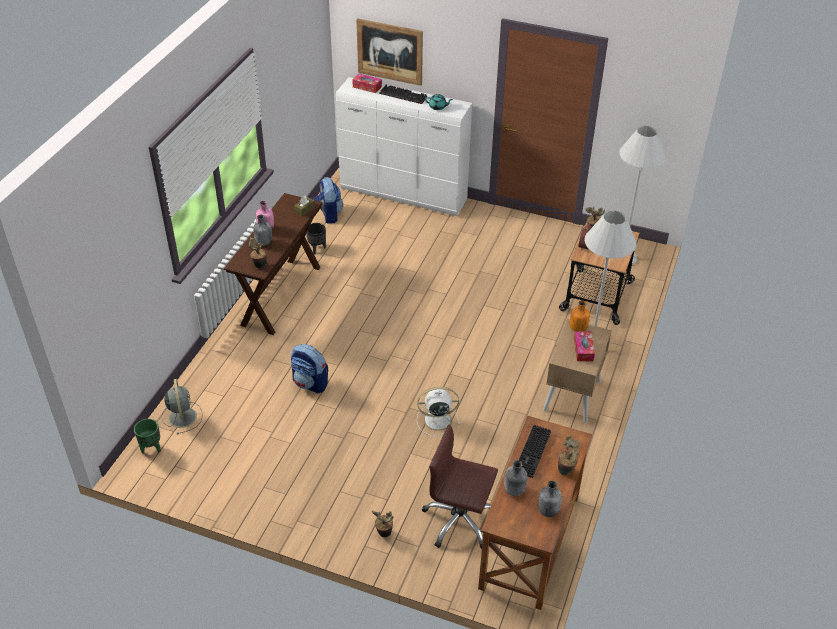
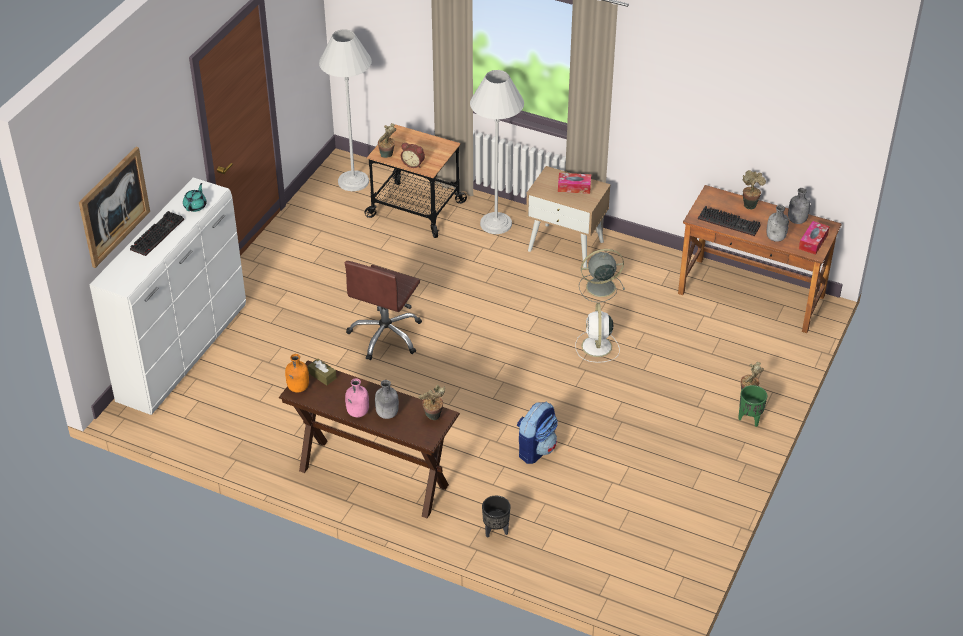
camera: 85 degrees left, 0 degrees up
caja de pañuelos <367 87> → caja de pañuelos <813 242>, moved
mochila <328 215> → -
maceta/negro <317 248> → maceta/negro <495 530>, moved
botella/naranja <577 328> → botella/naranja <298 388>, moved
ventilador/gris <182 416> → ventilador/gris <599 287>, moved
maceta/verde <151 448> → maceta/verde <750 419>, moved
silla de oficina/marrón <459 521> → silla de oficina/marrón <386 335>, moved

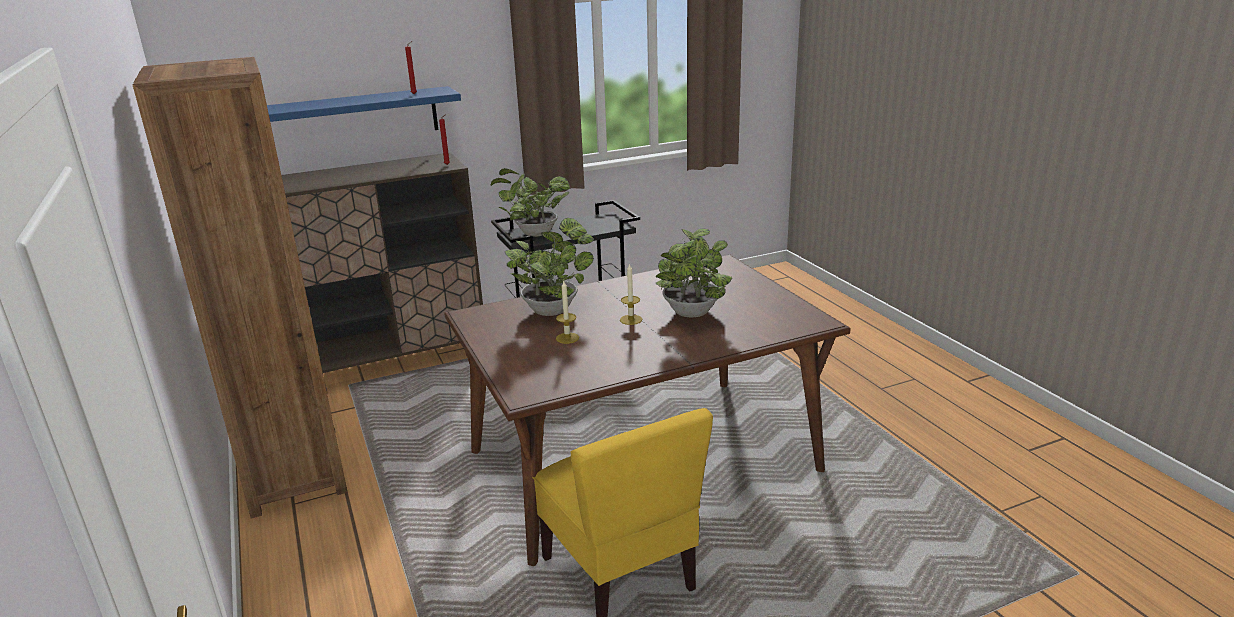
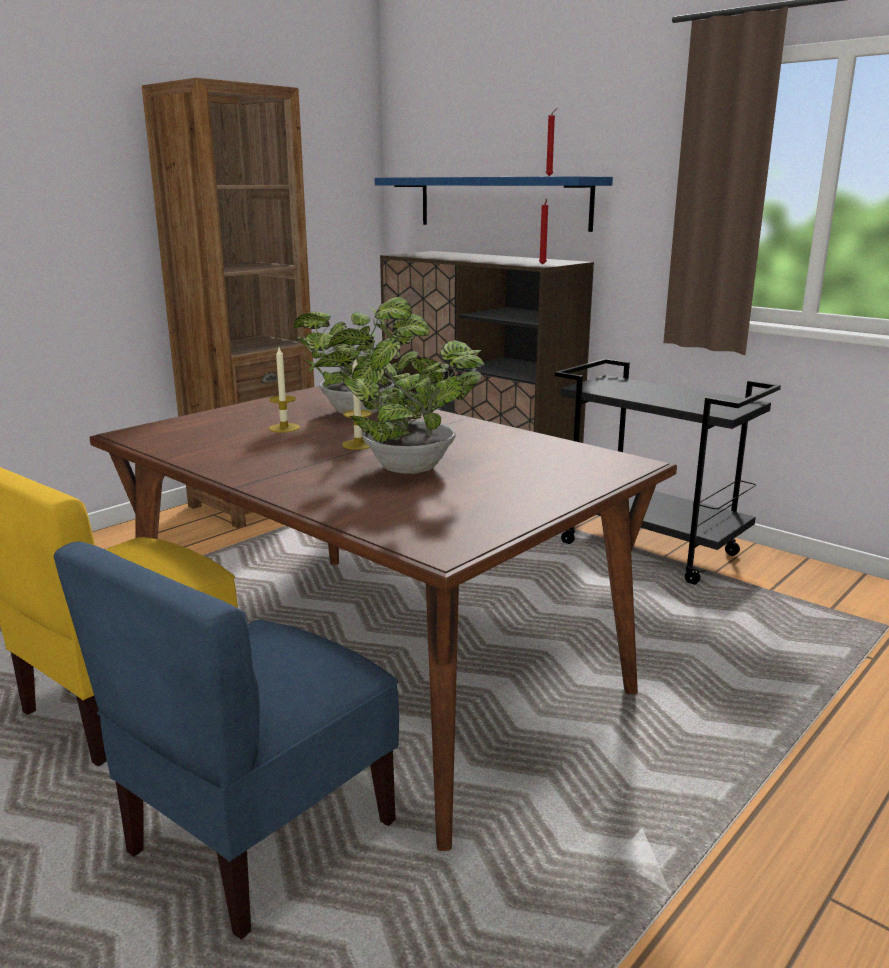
camera: 65 degrees right, 5 degrees down
planta en maceta <533 233> → -
- → silla/azul <259 836>

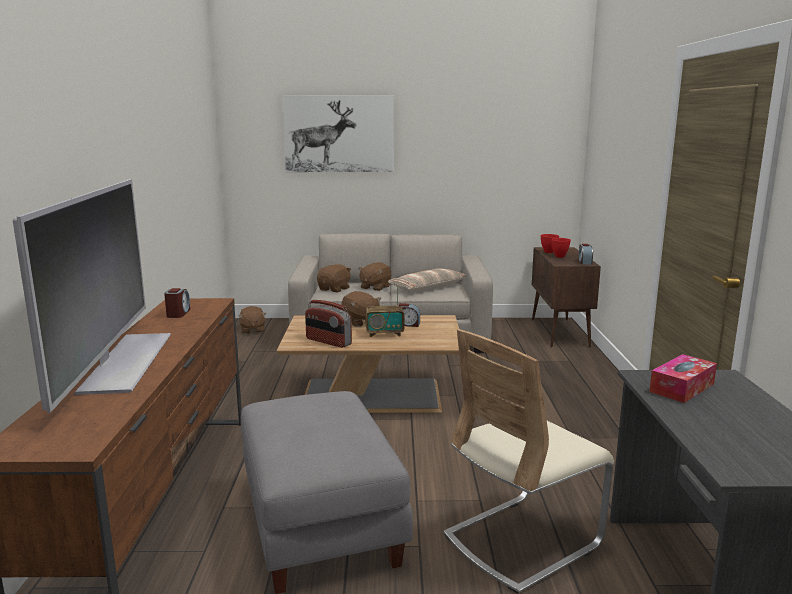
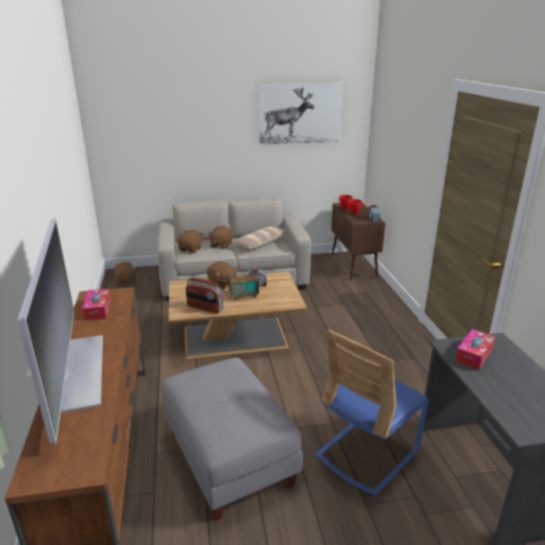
camera: 10 degrees left, 10 degrees up
cuadro <338 134> → cuadro <300 113>, moved
despertador <178 313> → caja de pañuelos <97 309>
silla/beis <522 540> → silla/azul <367 453>

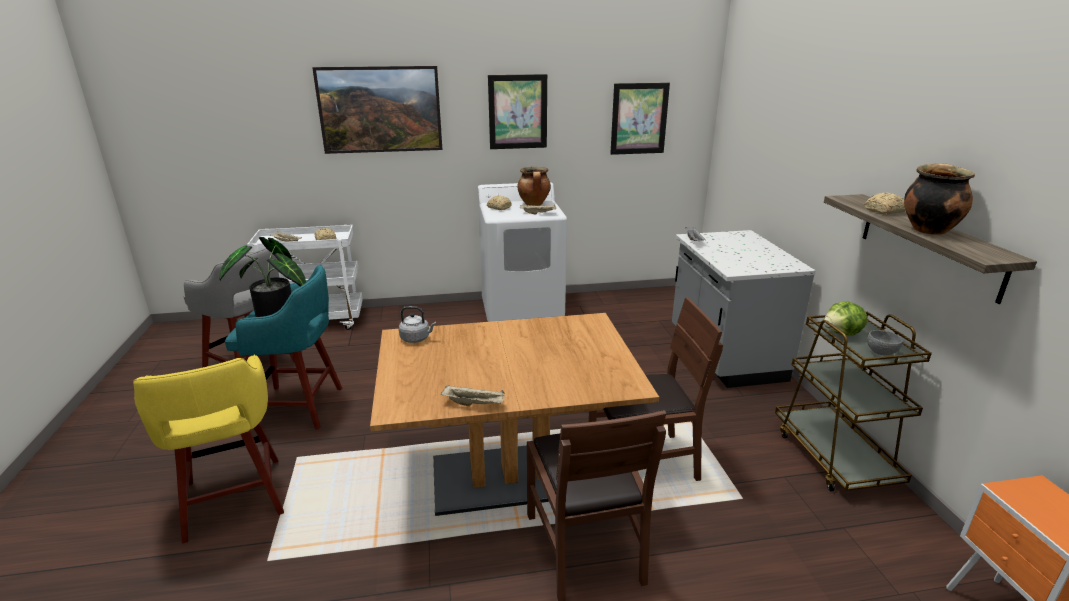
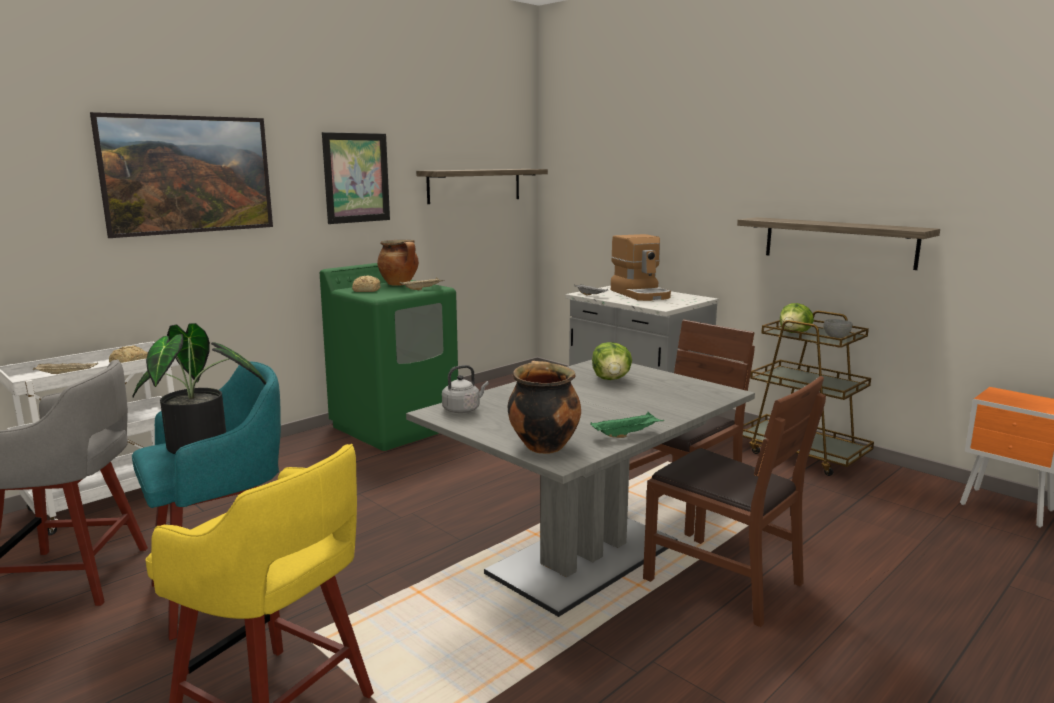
camera: 35 degrees left, 10 degrees down
cuadro <639 119> → estante <474 185>
olla <928 230> → olla <543 446>, moved
lavadora/blanco <522 314> → lavadora/verde <395 426>
pan <883 211> → -
mesa de comedor/marrón <509 477> → mesa de comedor/gris <584 559>
bandeja/beis <475 404> → bandeja/verde <626 434>
- → cafetera <641 294>
- → lechuga <611 379>

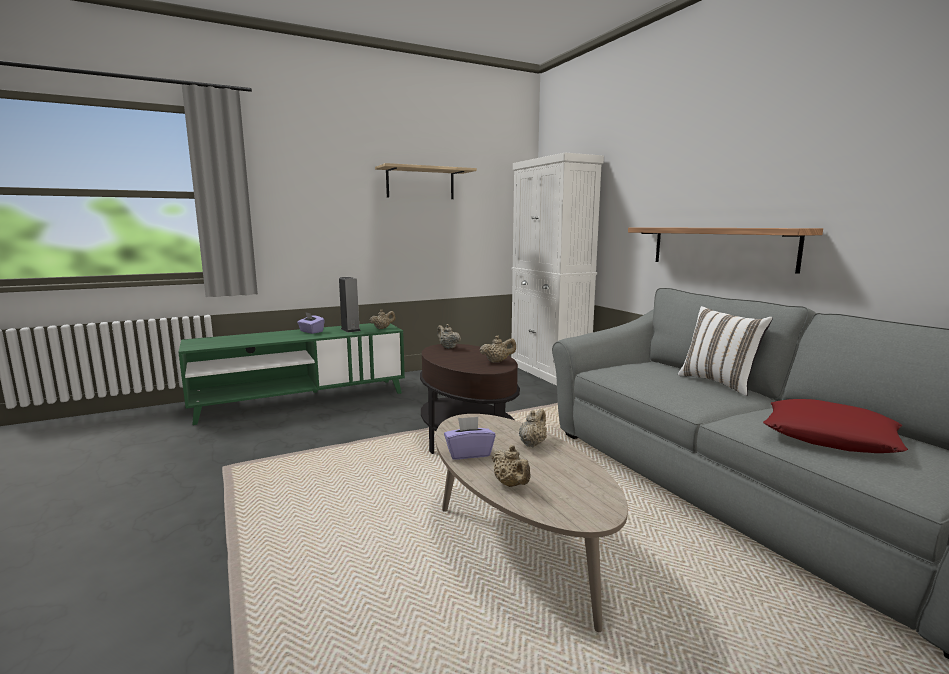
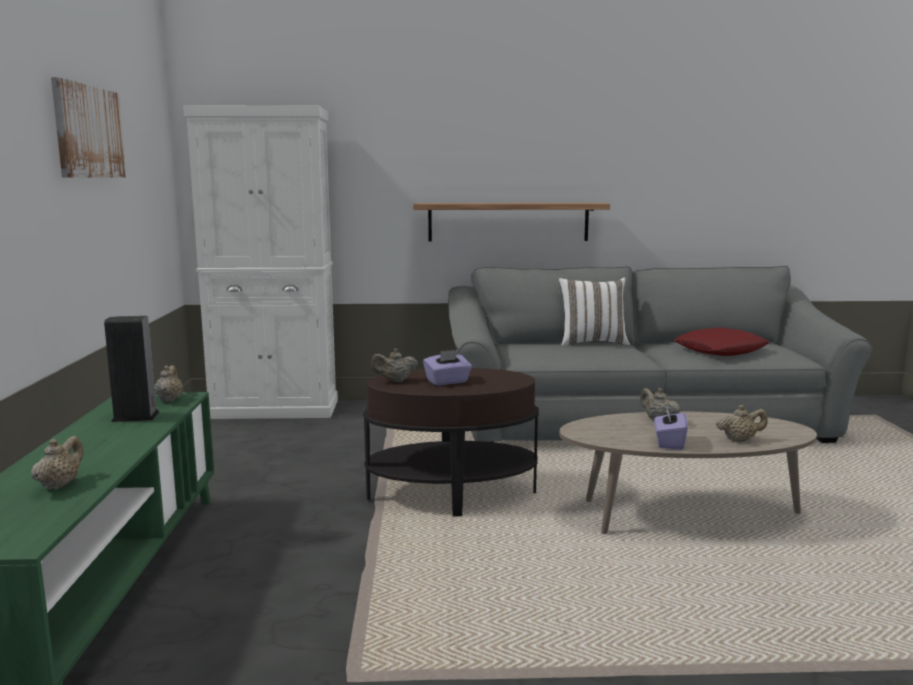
camera: 65 degrees left, 0 degrees up
estante <420 183> → cuadro <88 132>
caja de pañuelos/morado <311 331> → caja de pañuelos/morado <447 382>, moved
tetera/beis <497 361> → tetera/beis <60 485>, moved

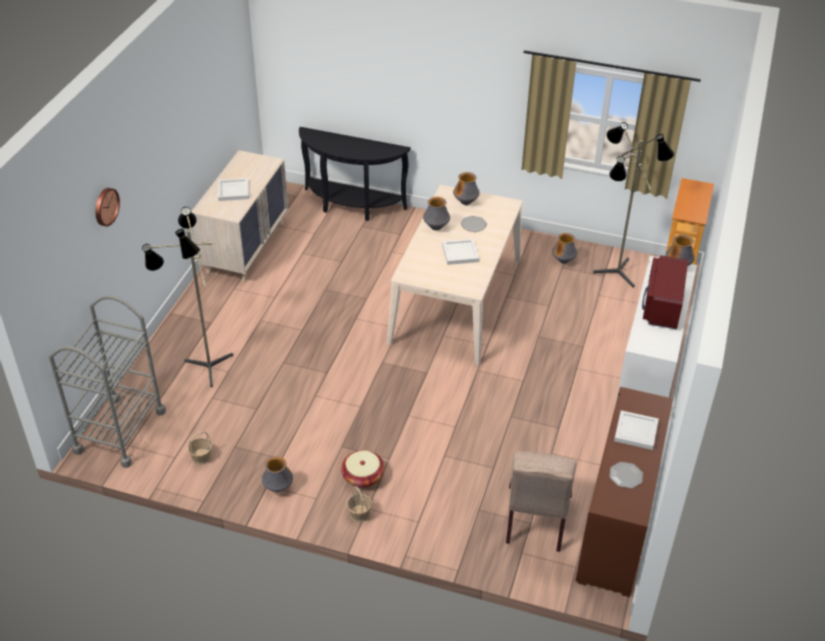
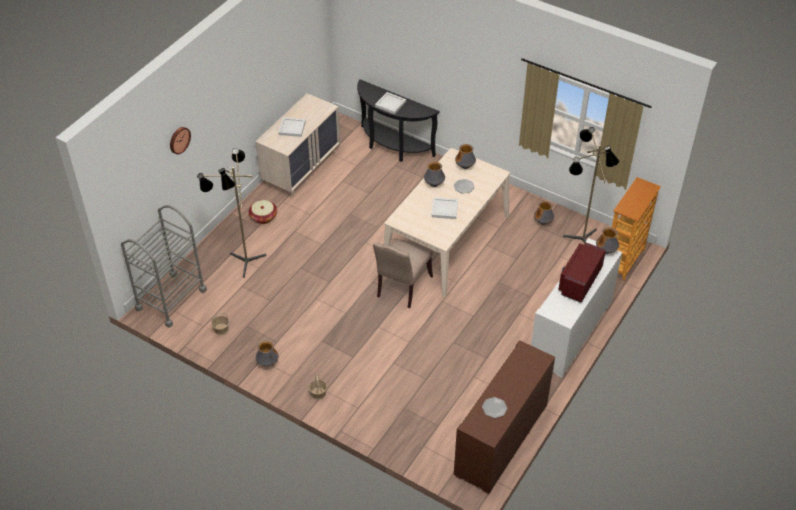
camera: 15 degrees right, 5 degrees up
bandeja/blanco <635 431> → bandeja/blanco <390 104>, moved
cesta <363 477> → cesta <263 217>, moved
silla/beis <536 522> → silla/beis <402 287>, moved

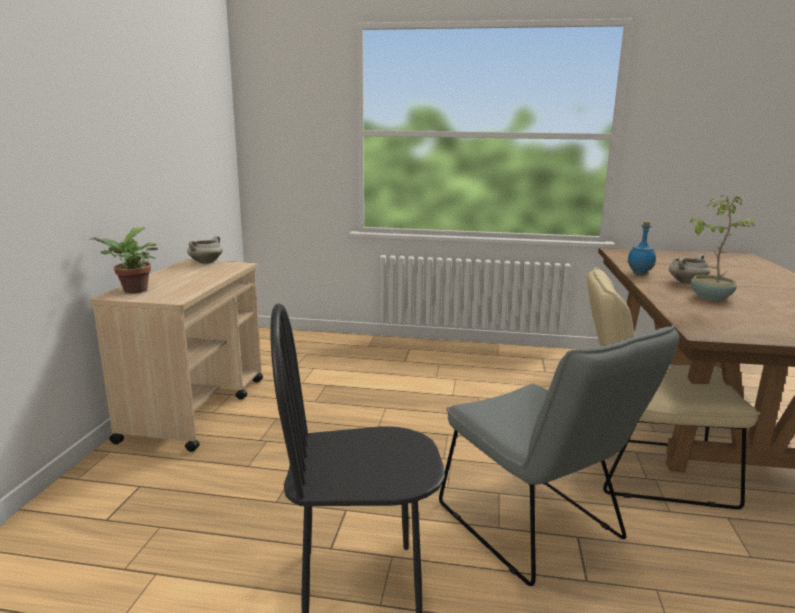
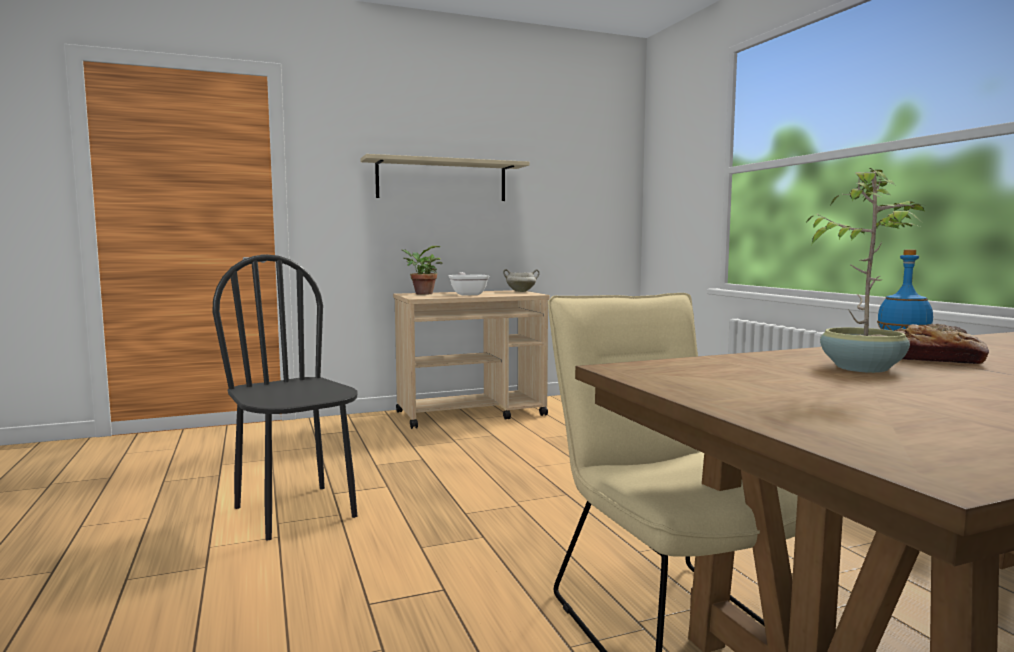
camera: 60 degrees right, 10 degrees down
olla/blanco <686 282> → pan <929 359>
silla/gris <537 528> → -
- → estante/beis <442 180>
- → sartén <468 294>

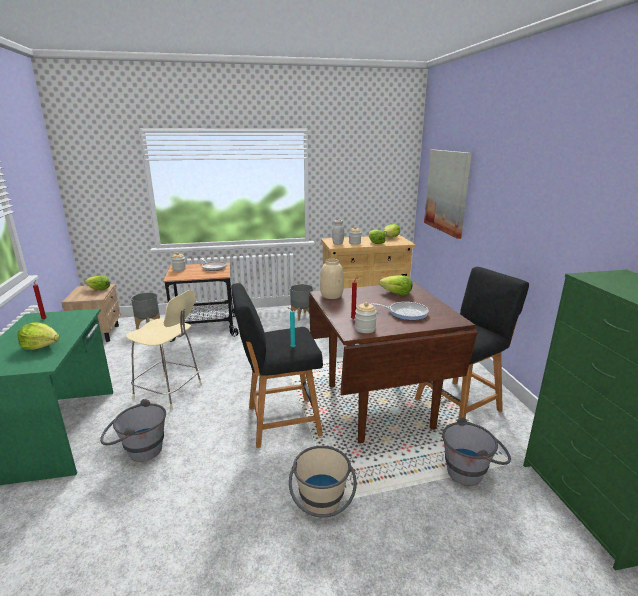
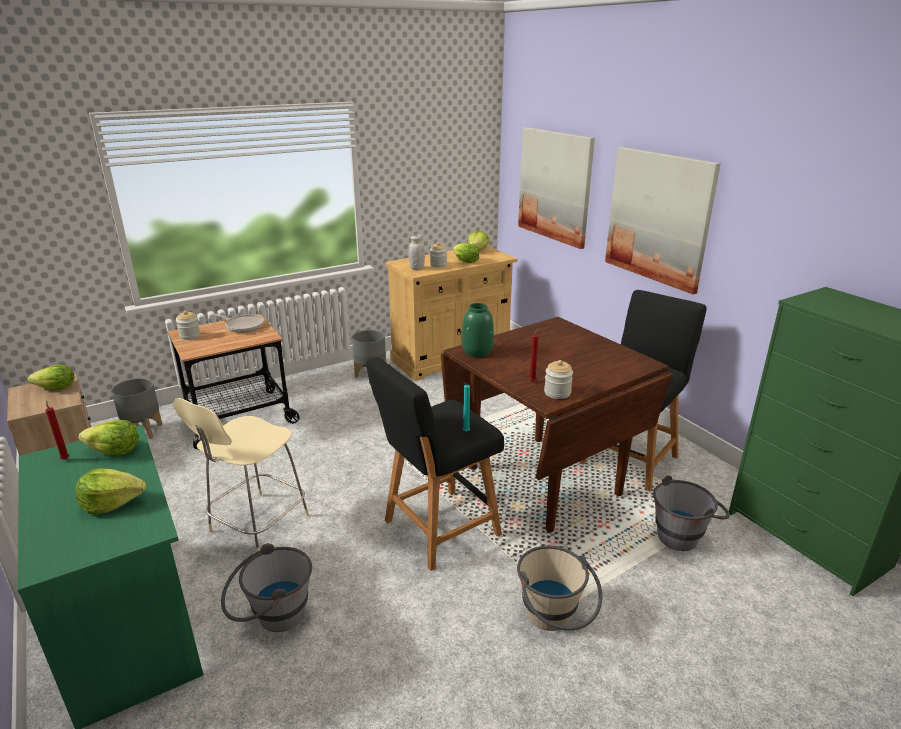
camera: 20 degrees left, 5 degrees up
florero/beis <331 296> → florero/verde <477 352>
lechuga <396 293> → lechuga <114 451>, moved
silla/beis <170 392> → silla/beis <256 525>, 120 degrees clockwise
sartén <405 313> → -
- → cuadro <658 217>

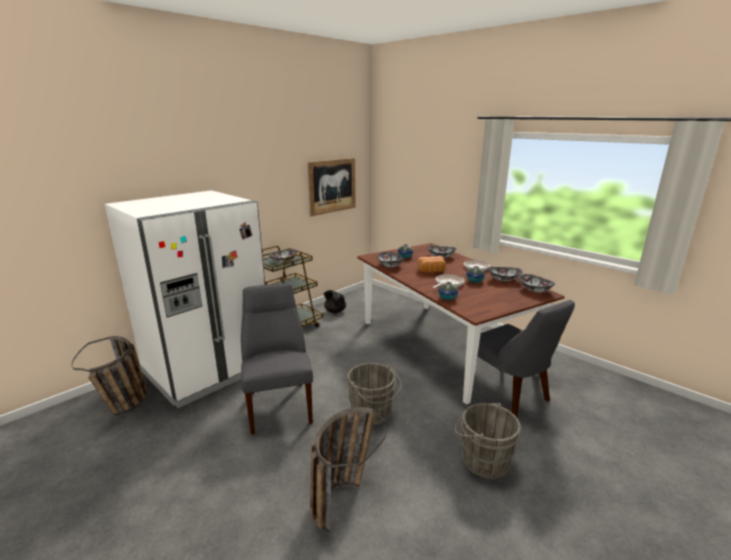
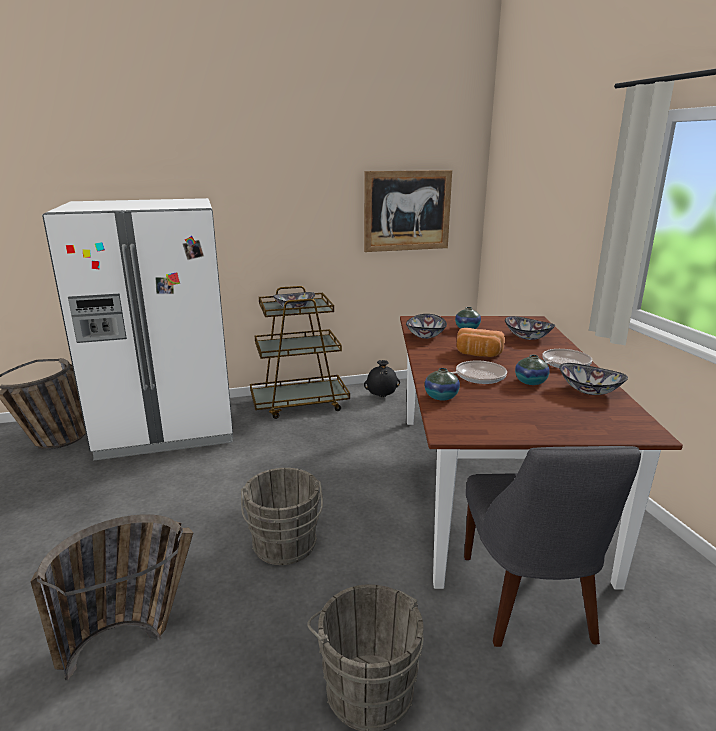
camera: 30 degrees right, 0 degrees up
cuenco <535 290> → -
silla/gris <279 404> → -
tetera/negro <335 311> → florero/negro <382 396>

